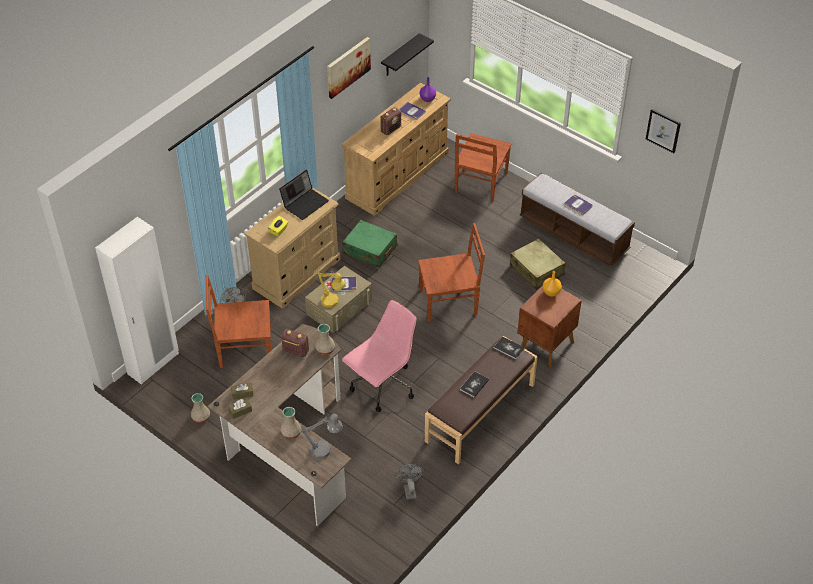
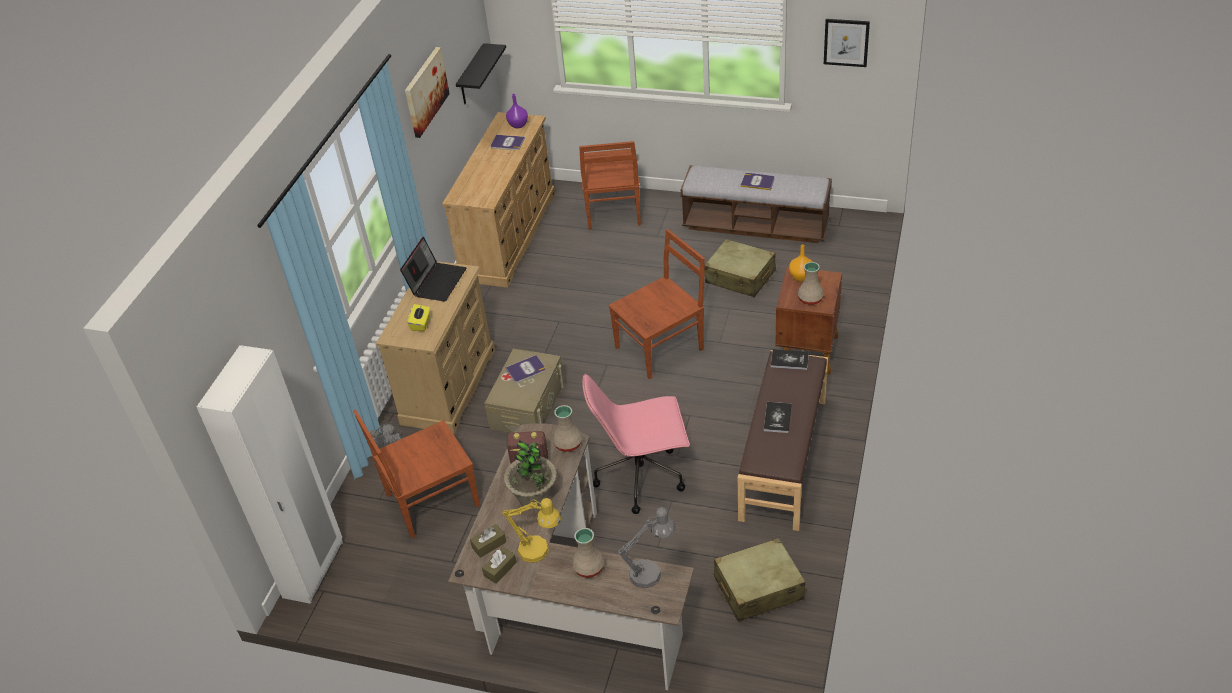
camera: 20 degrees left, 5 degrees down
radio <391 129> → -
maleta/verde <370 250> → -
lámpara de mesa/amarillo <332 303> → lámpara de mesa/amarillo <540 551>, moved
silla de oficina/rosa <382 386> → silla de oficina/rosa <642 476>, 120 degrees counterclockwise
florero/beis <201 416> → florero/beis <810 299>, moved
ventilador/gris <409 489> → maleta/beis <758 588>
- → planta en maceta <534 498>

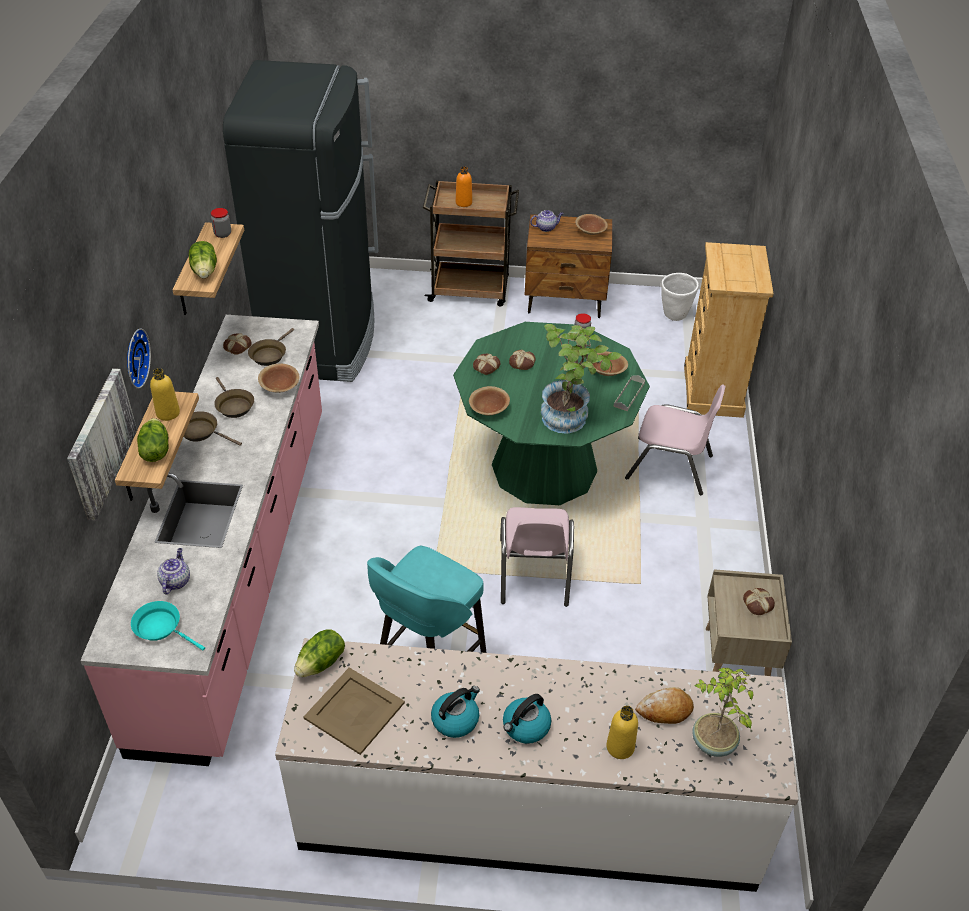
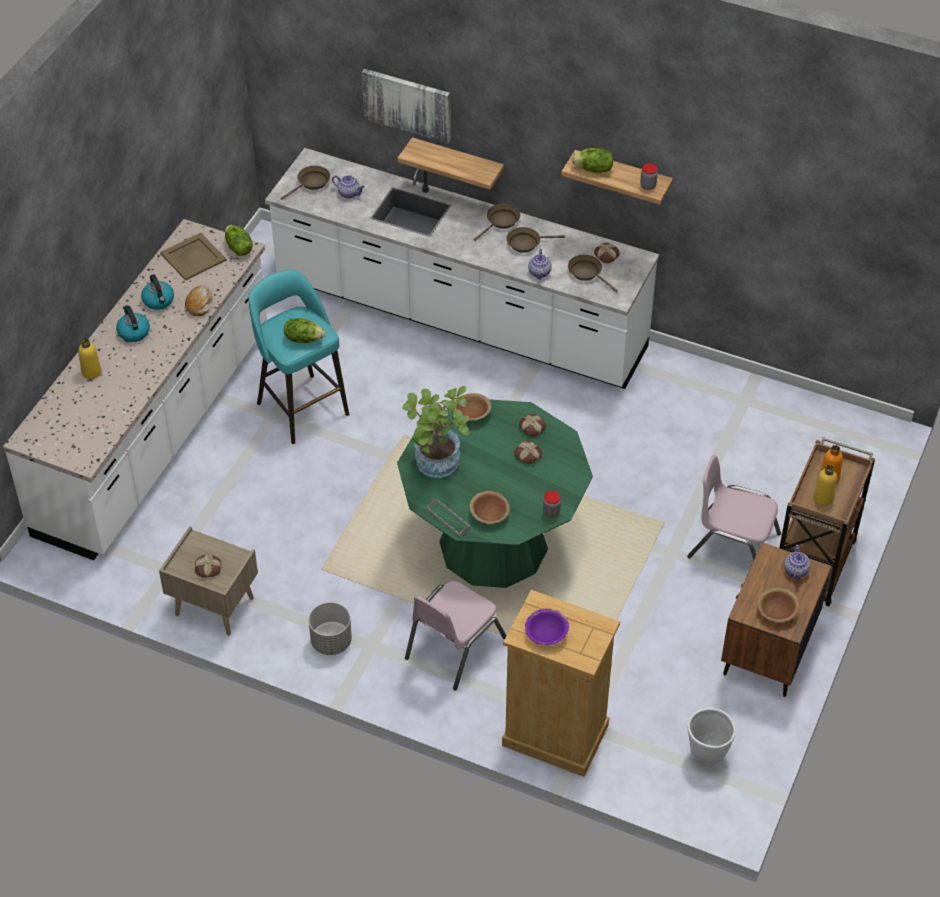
camera: 110 degrees right, 5 degrees up
nevera/negro <321 341> → -
mueble bajo de cocina/rosa <239 568> → mueble bajo de cocina/blanco <459 317>
reloj de pared <134 358> → -
cuenco/marrón <280 386> → tetera <540 273>
botella/amarillo <168 413> → botella/amarillo <823 498>, moved
lechuga <155 451> → lechuga <303 338>, moved
silla/rosa <534 573> → silla/rosa <733 546>, moved
sartén/turquesa <161 627> → sartén/marrón <311 183>
planta en maceta <712 743> → -
pan <665 710> → pan <199 304>, moved
- → maceta/gris <331 642>
- → cuenco/morado <546 634>

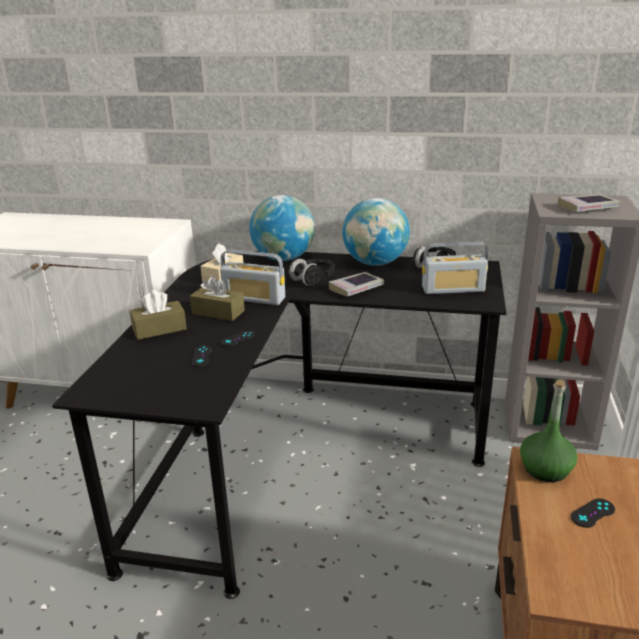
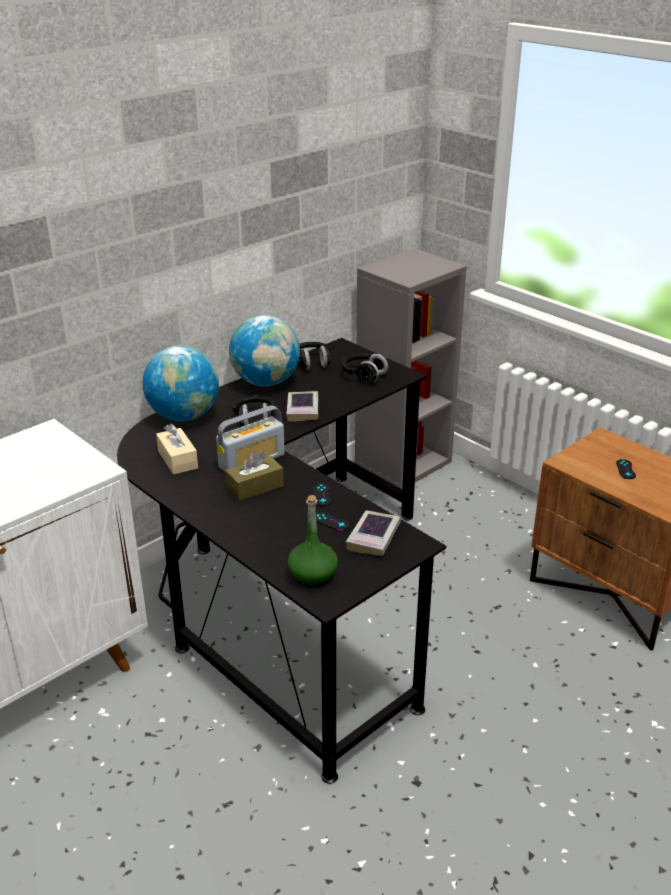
camera: 55 degrees left, 5 degrees up
libro <588 207> → libro <373 537>, moved
radio <453 289> → auriculares/negro <364 375>
caja de pañuelos/marrón <159 329> → -
botella/verde <545 469> → botella/verde <313 576>, moved

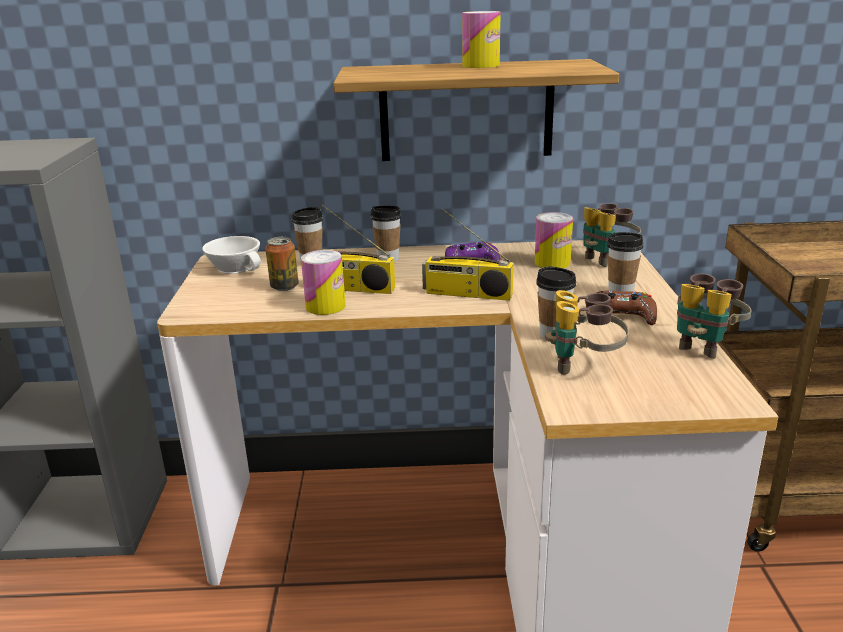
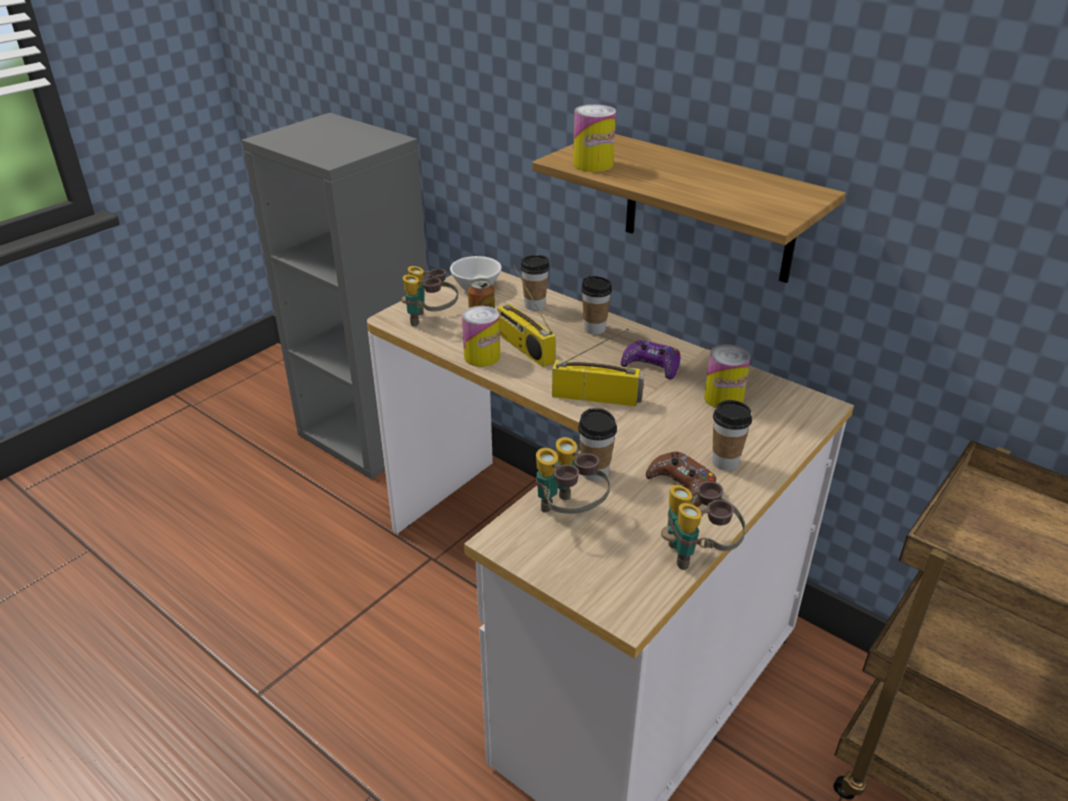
camera: 40 degrees right, 10 degrees up
lata <480 65> → lata <593 164>, moved
prismáticos <606 259> → prismáticos <431 321>, moved
radio <466 294> → radio <597 396>, 135 degrees clockwise

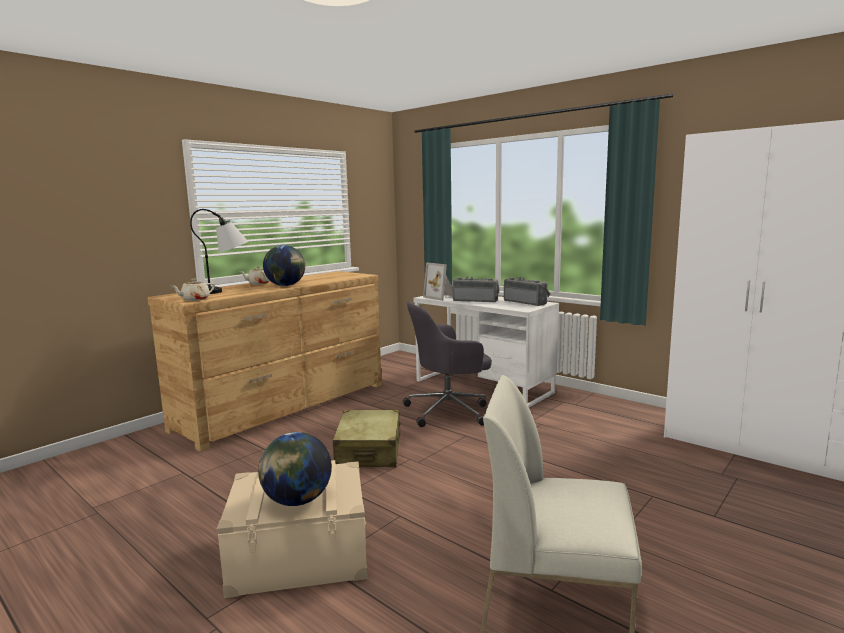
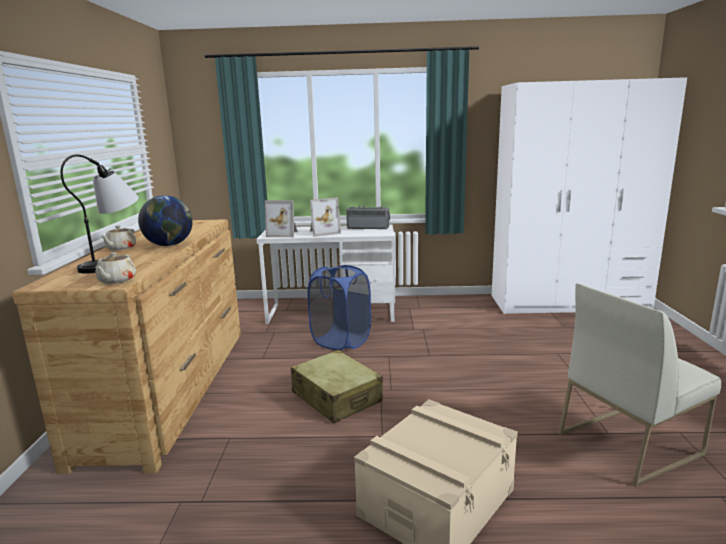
camera: 40 degrees left, 5 degrees up
radio <476 300> → portarretratos <323 232>
silla de oficina/gris <449 411> → cesto de la ropa/azul <341 341>
globo terráqueo <297 500> → -

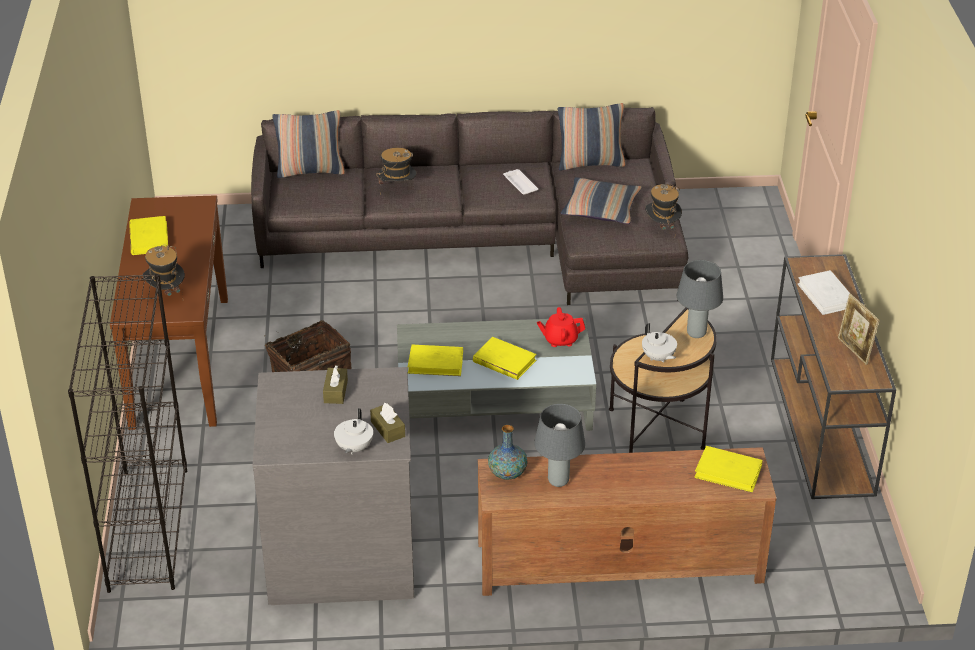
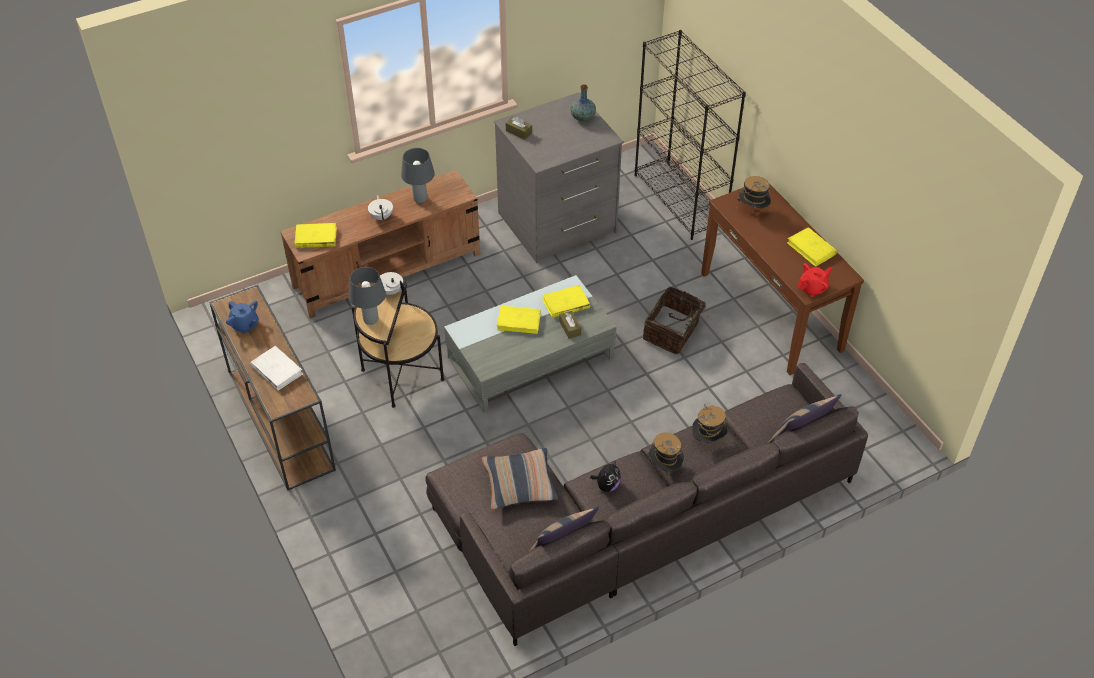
camera: 155 degrees right, 10 degrees up
bandeja/blanco <520 184> → peluche <607 485>
sombrero <662 228> → sombrero <664 467>, moved
portarretratos <854 351> → tetera/azul <245 325>
tetera/rojo <560 340> → tetera/rojo <812 288>, moved
caja de pañuelos/marrón <335 391> → caja de pañuelos/marrón <570 328>, moved
tetera/blanco <353 448> → tetera/blanco <381 216>, moved
florero <507 473> → florero <582 117>, moved

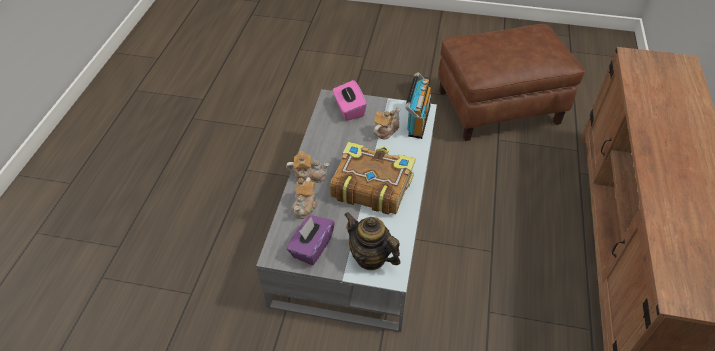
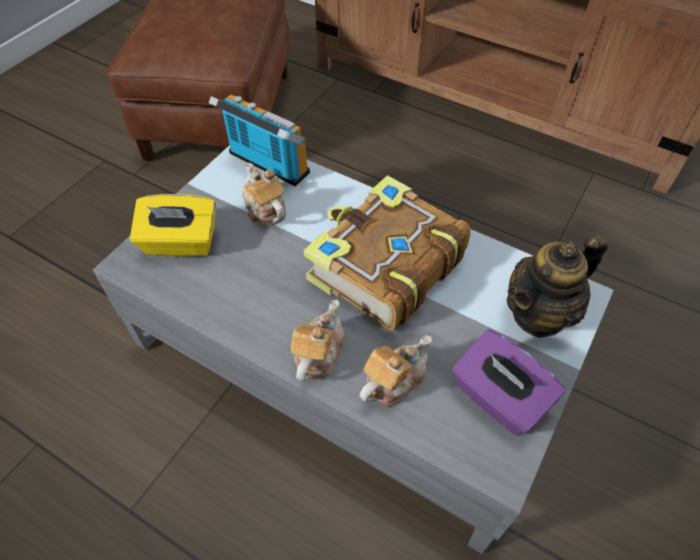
camera: 70 degrees left, 5 degrees up
caja de pañuelos/rosa <349 109> → caja de pañuelos/amarillo <180 243>
tetera <305 205> → tetera <393 381>, 75 degrees counterclockwise

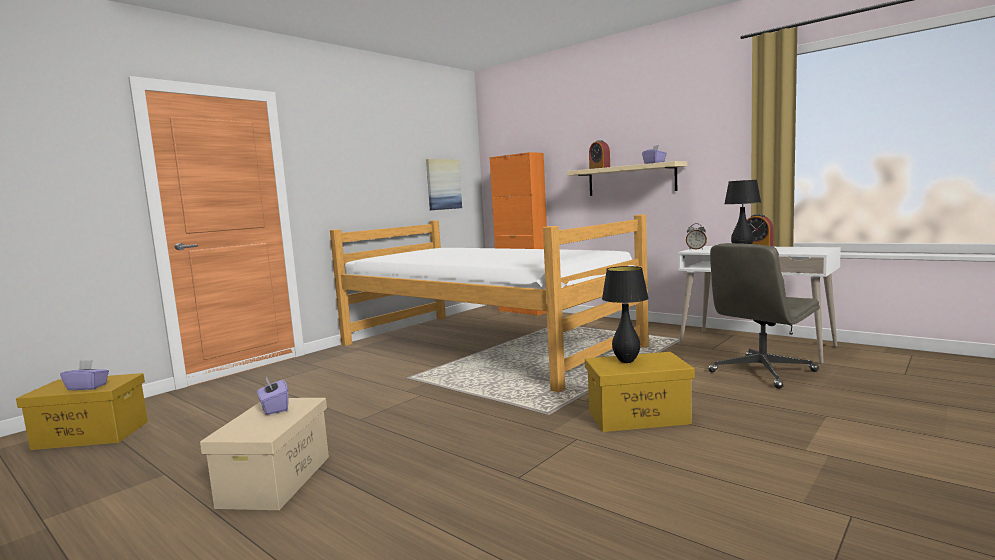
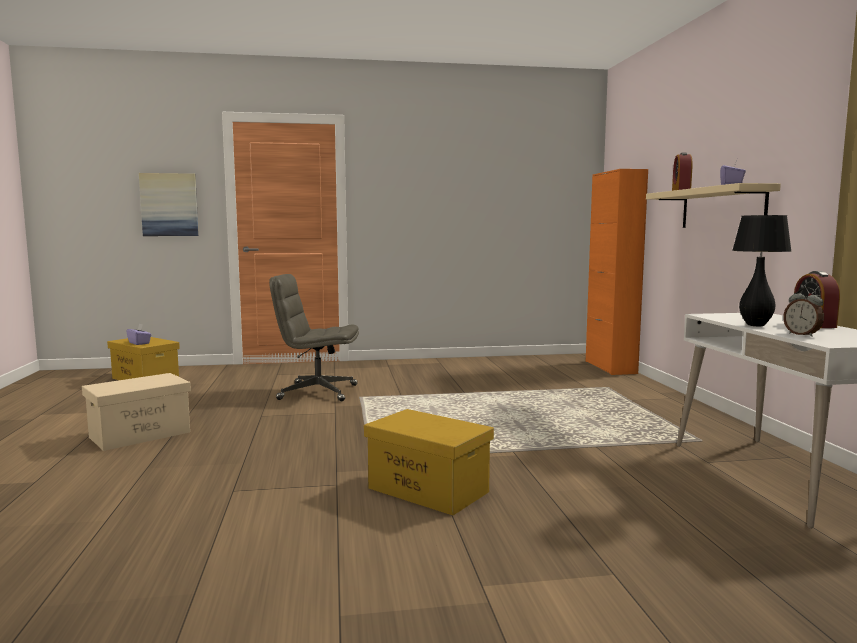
camera: 40 degrees right, 0 degrees up
cuadro <443 184> → cuadro <169 205>, moved
cama <485 345> → -
despertador <696 249> → despertador <802 335>, moved
silla de oficina/gris <762 372> → silla de oficina/gris <317 392>, moved
lámpara de mesa/negro <626 361> → -
caja de pañuelos/morado <274 408> → -

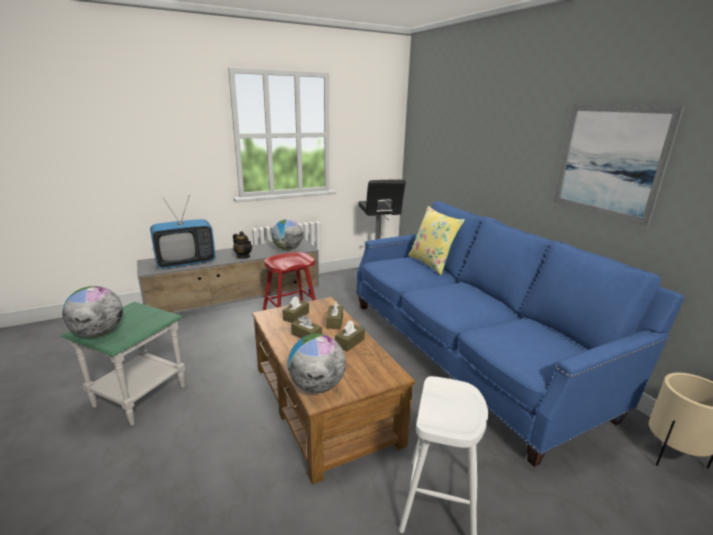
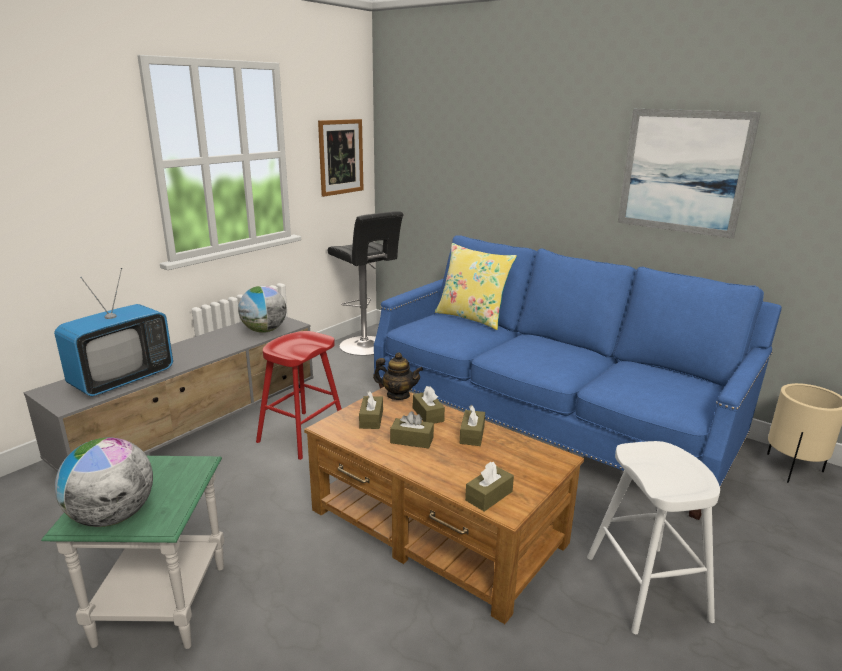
camera: 25 degrees left, 0 degrees up
tetera <243 256> → tetera <398 395>, moved
globo terráqueo <317 386> → caja de pañuelos/marrón <489 496>
- → cuadro <341 157>

